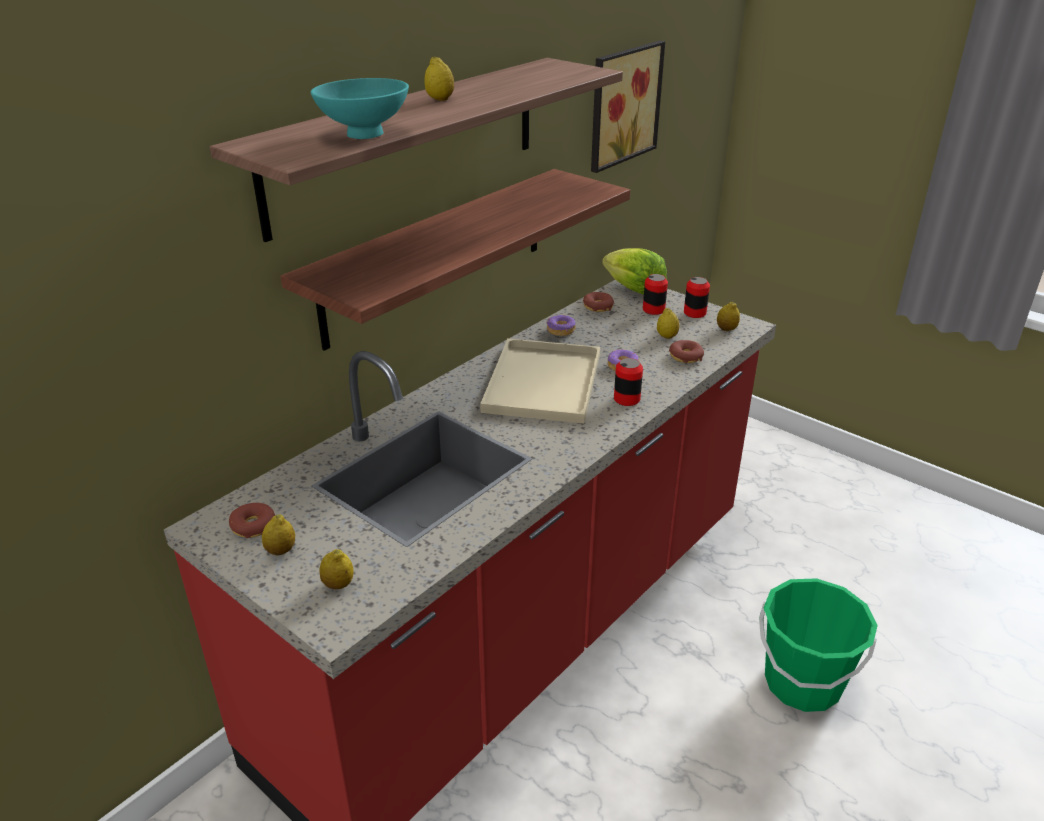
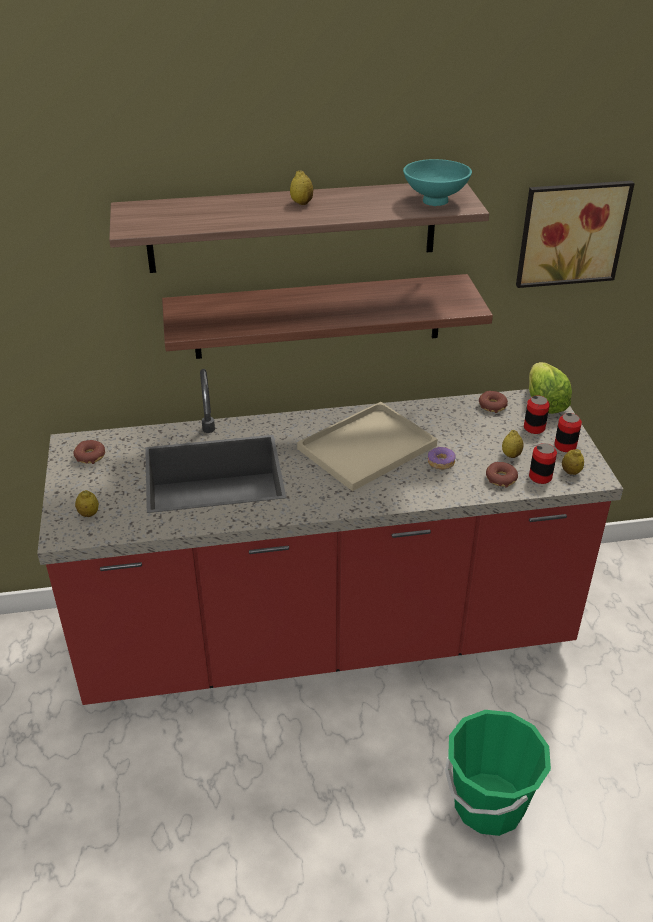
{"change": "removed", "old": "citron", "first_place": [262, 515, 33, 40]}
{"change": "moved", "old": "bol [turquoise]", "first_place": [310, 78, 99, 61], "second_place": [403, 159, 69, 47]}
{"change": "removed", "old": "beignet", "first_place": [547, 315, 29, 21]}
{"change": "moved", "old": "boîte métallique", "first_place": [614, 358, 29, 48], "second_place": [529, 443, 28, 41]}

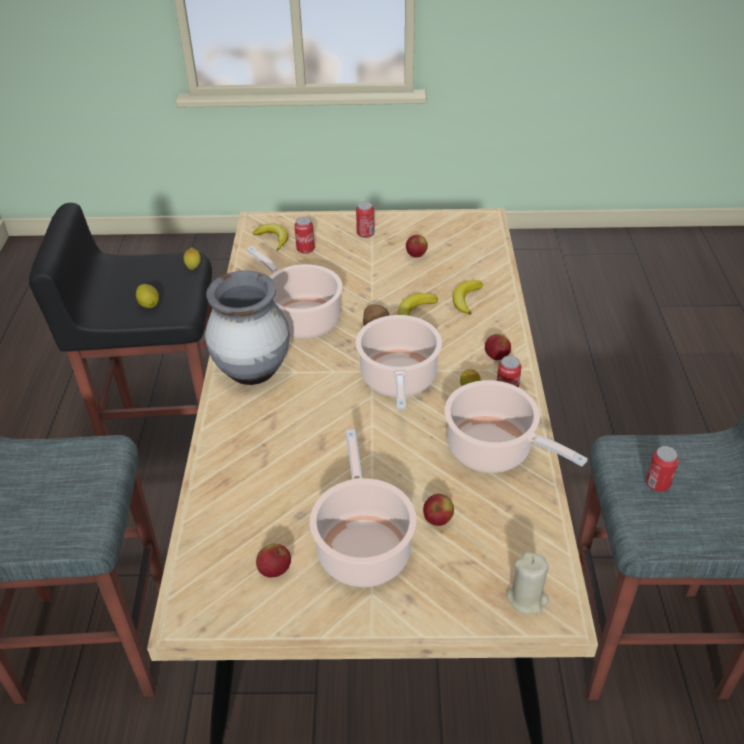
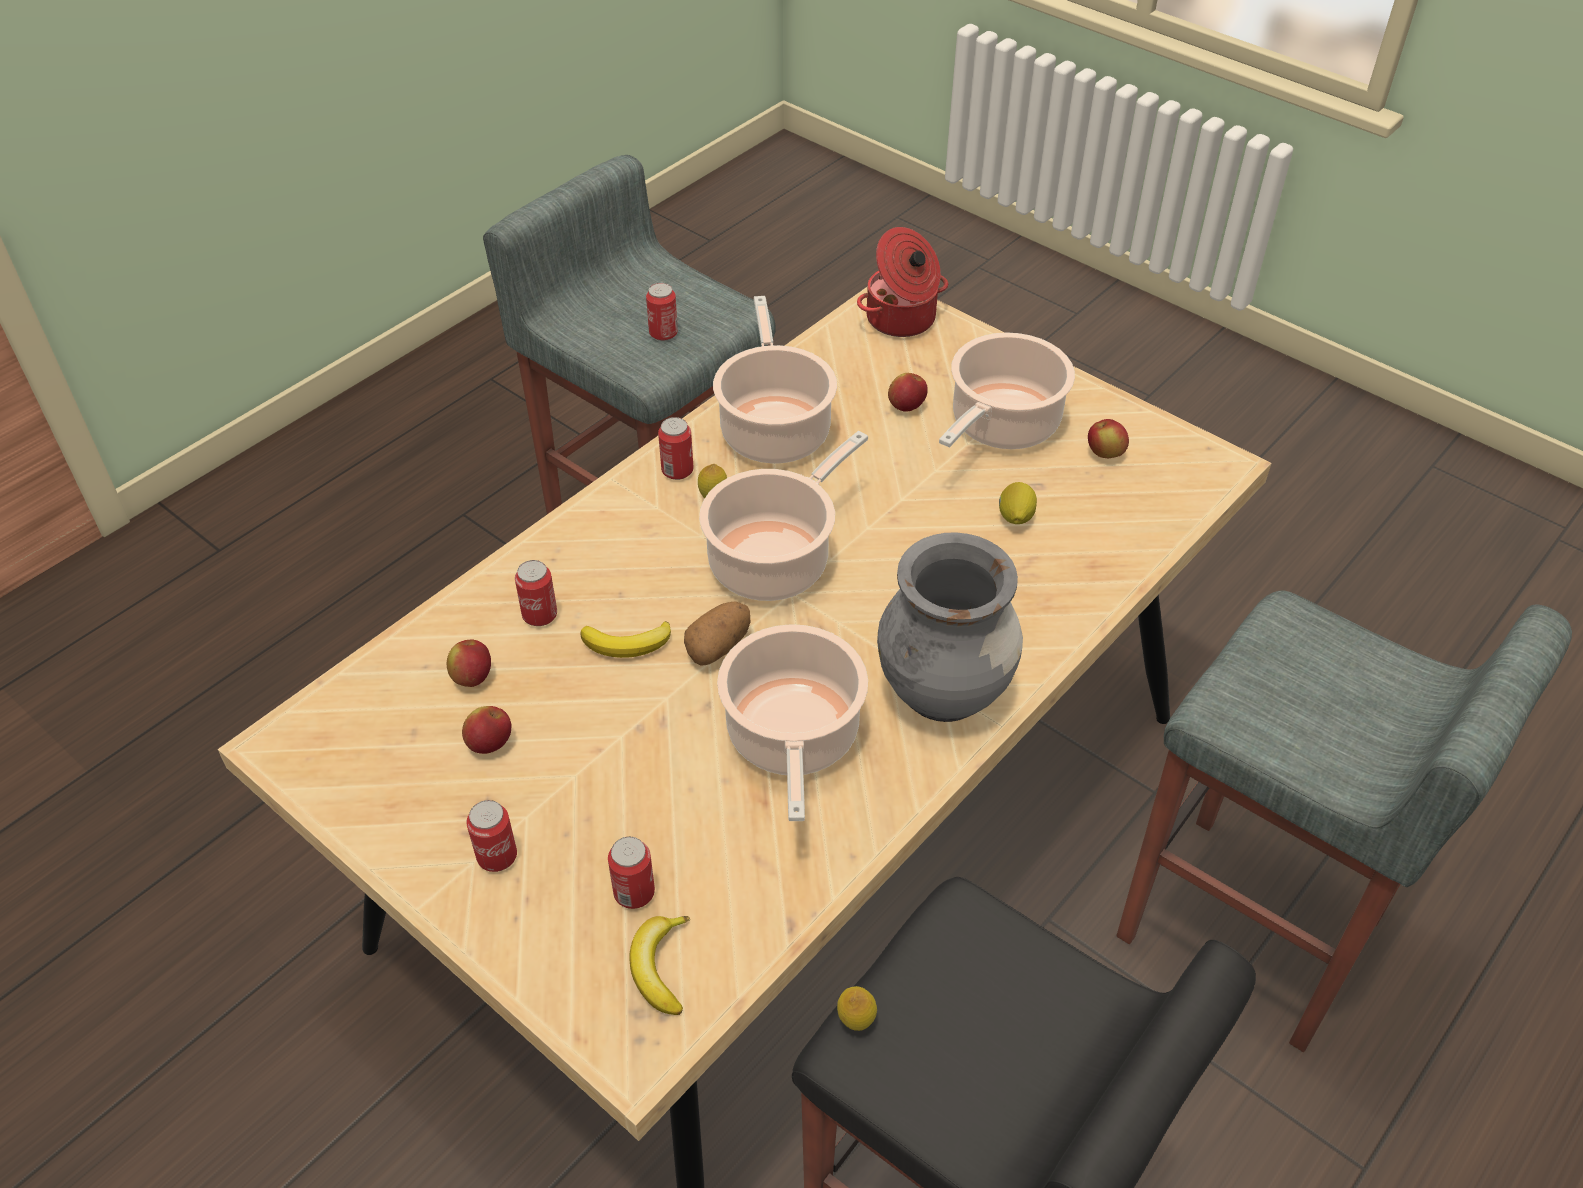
{"change": "moved", "old": "citron", "first_place": [136, 284, 23, 24], "second_place": [999, 482, 38, 42]}
{"change": "replaced", "old": "banane", "new": "boîte métallique", "first_place": [453, 280, 30, 35], "second_place": [515, 560, 42, 66]}
{"change": "moved", "old": "pomme", "first_place": [485, 334, 26, 26], "second_place": [447, 640, 44, 47]}
{"change": "replaced", "old": "bougie [beige]", "new": "marmite", "first_place": [506, 552, 43, 62], "second_place": [857, 227, 91, 110]}

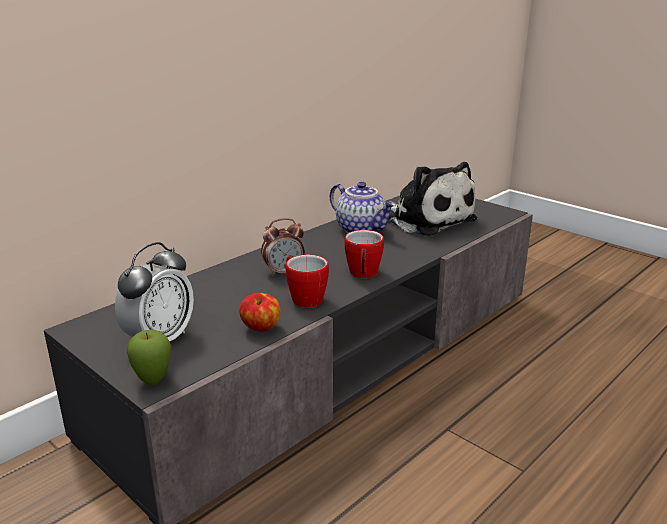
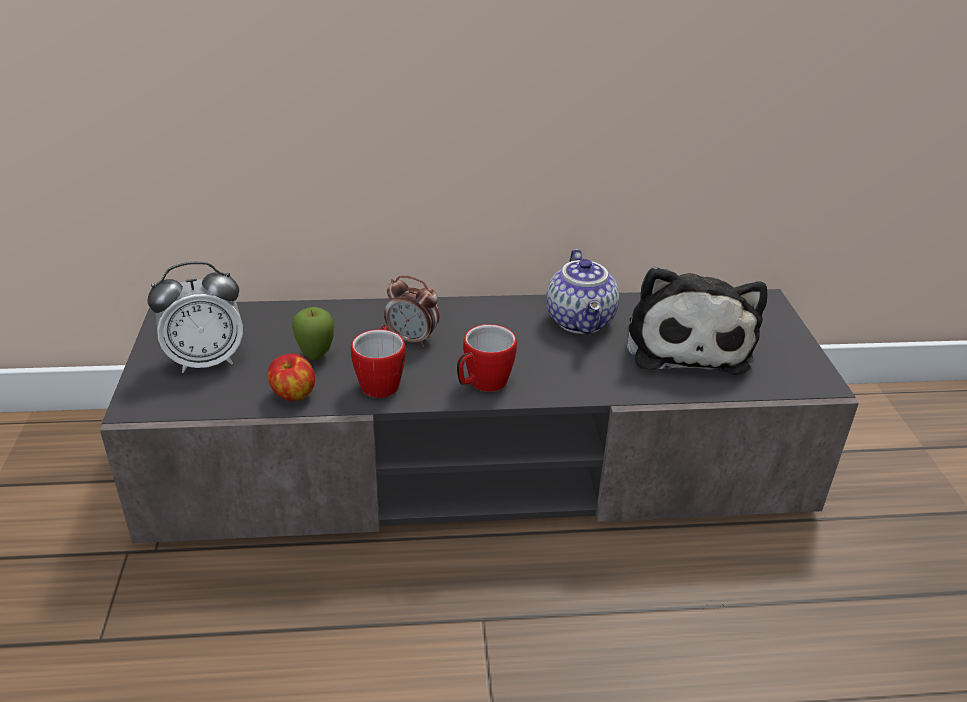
{"change": "moved", "old": "pomme", "first_place": [126, 330, 45, 56], "second_place": [292, 307, 42, 53]}

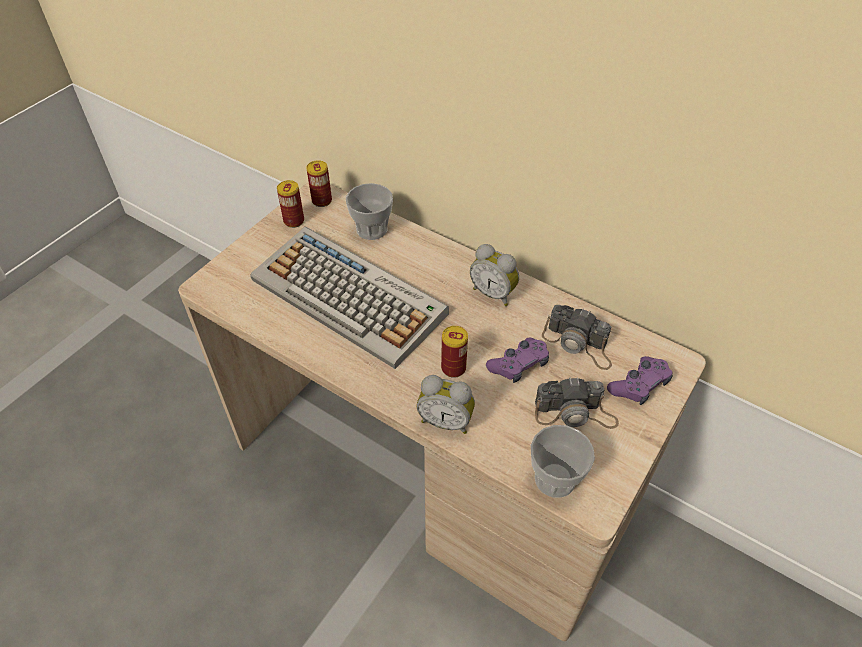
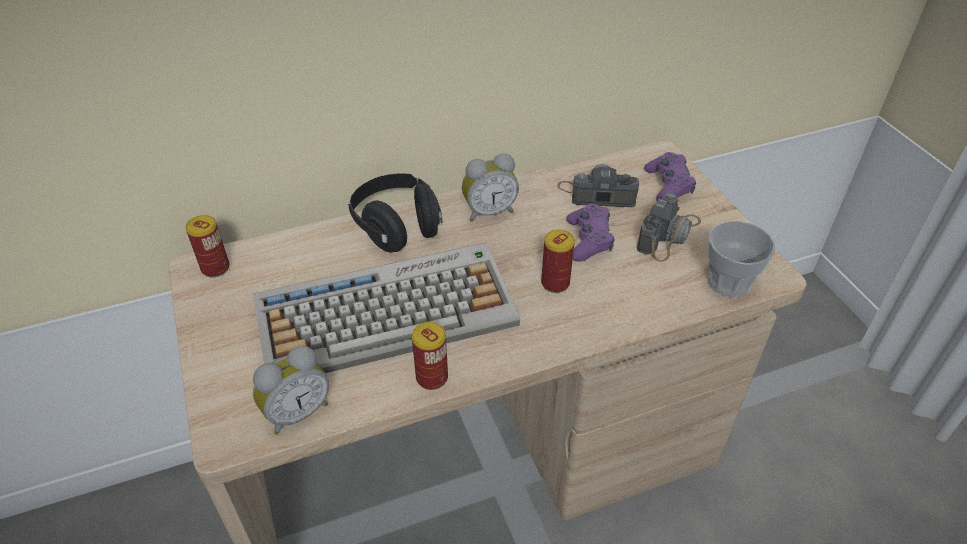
{"change": "moved", "old": "boîte métallique", "first_place": [277, 180, 27, 48], "second_place": [412, 322, 36, 68]}
{"change": "removed", "old": "tasse", "first_place": [346, 183, 47, 57]}
{"change": "moved", "old": "réveil", "first_place": [417, 375, 58, 59], "second_place": [253, 346, 76, 89]}
{"change": "turned", "old": "appareil photo", "first_place": [542, 305, 70, 65], "second_place": [557, 164, 82, 43], "degrees": -150}
{"change": "added", "new": "casque audio [noir]", "second_place": [348, 173, 94, 79]}

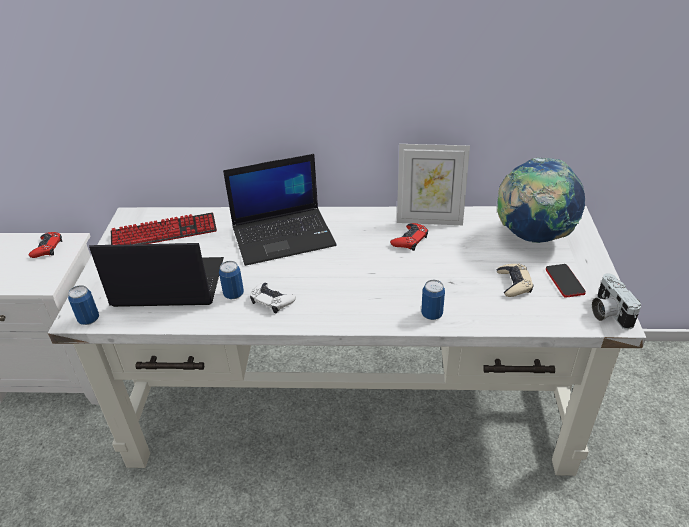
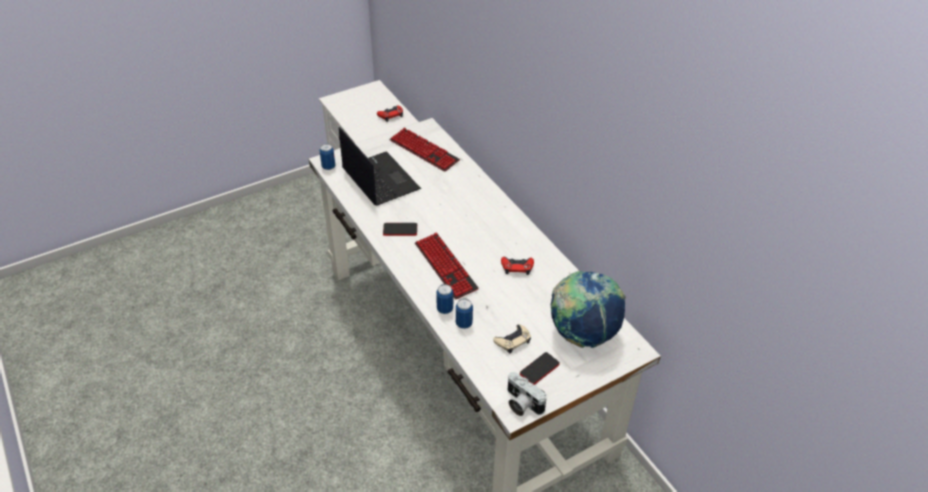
{"change": "moved", "old": "boîte métallique", "first_place": [219, 261, 25, 38], "second_place": [456, 298, 17, 31]}
{"change": "removed", "old": "ordinateur portable", "first_place": [223, 154, 113, 112]}
{"change": "replaced", "old": "manette [blanc]", "new": "téléphone", "first_place": [250, 283, 46, 30], "second_place": [383, 223, 34, 13]}
{"change": "removed", "old": "cadre photo", "first_place": [397, 144, 73, 81]}
{"change": "turned", "old": "appareil photo", "first_place": [592, 273, 49, 57], "second_place": [508, 372, 39, 44], "degrees": -90}
{"change": "added", "new": "clavier", "second_place": [415, 233, 64, 67]}

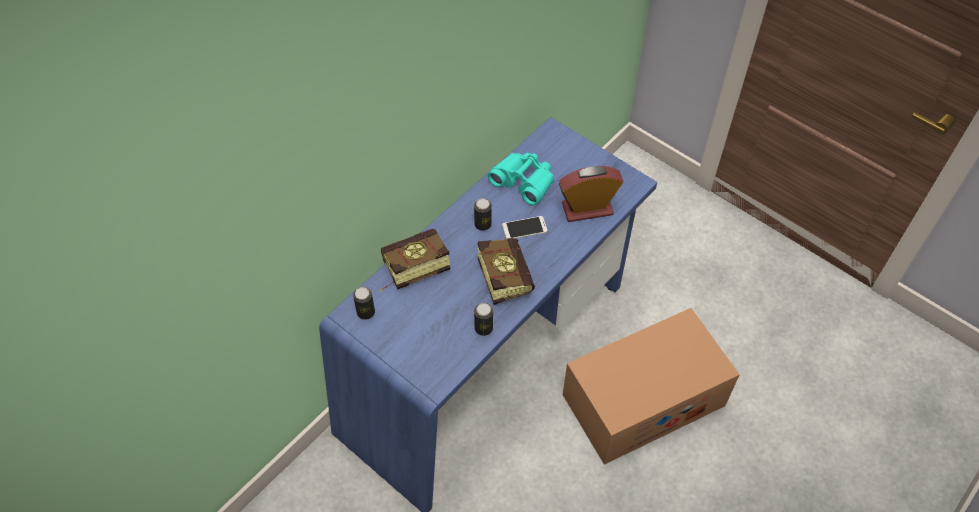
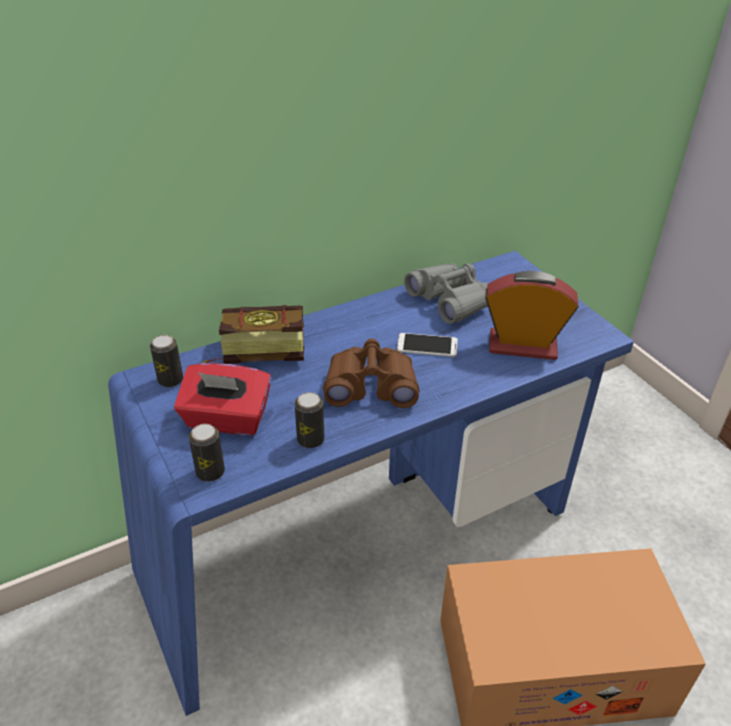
{"change": "moved", "old": "boîte métallique", "first_place": [474, 198, 18, 33], "second_place": [189, 424, 36, 58]}
{"change": "replaced", "old": "livre", "new": "jumelles [marron]", "first_place": [478, 238, 57, 67], "second_place": [323, 338, 96, 70]}
{"change": "recoloured", "old": "jumelles [turquoise]", "new": "jumelles [gris]", "first_place": [488, 153, 66, 52], "second_place": [404, 263, 84, 61]}
{"change": "added", "new": "boîte à mouchoirs [rouge]", "second_place": [174, 363, 97, 72]}

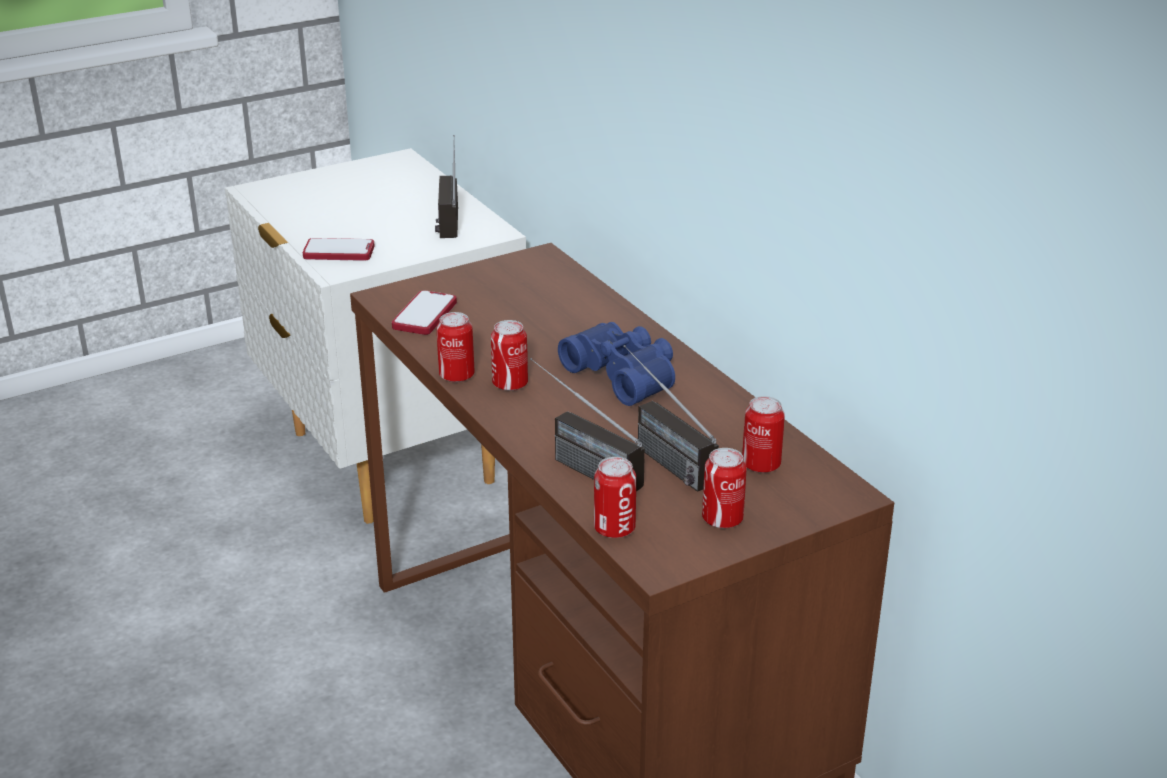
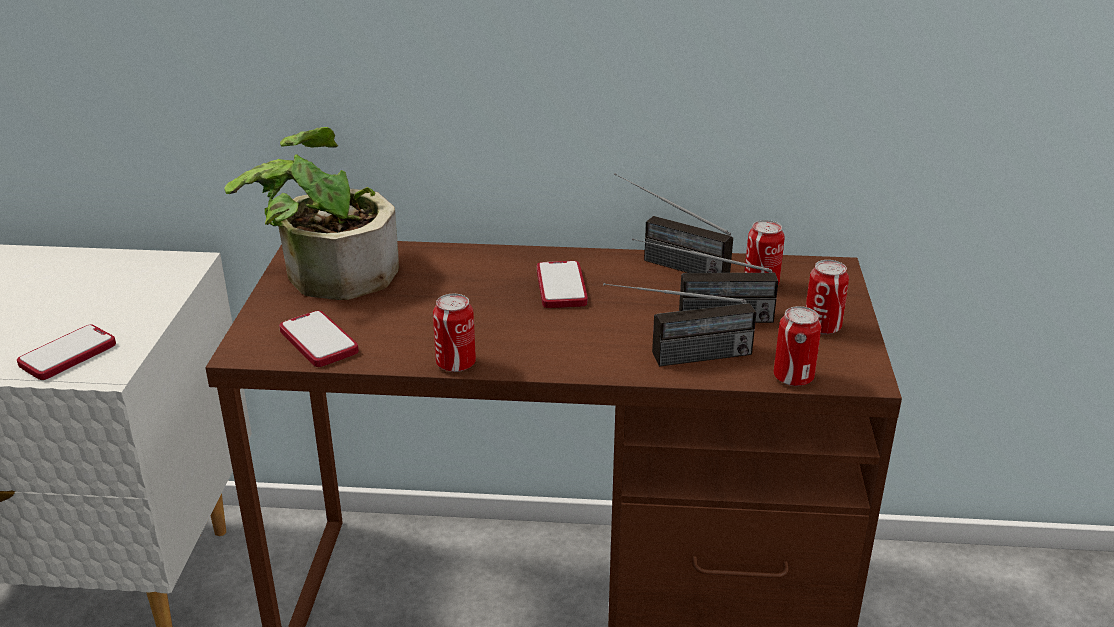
{"change": "moved", "old": "radio", "first_place": [435, 135, 23, 103], "second_place": [614, 173, 119, 100]}
{"change": "removed", "old": "boîte métallique", "first_place": [491, 320, 37, 71]}
{"change": "replaced", "old": "jumelles [bleu]", "new": "téléphone", "first_place": [558, 322, 117, 84], "second_place": [537, 261, 51, 47]}
{"change": "added", "new": "plante en pot", "second_place": [224, 127, 175, 173]}

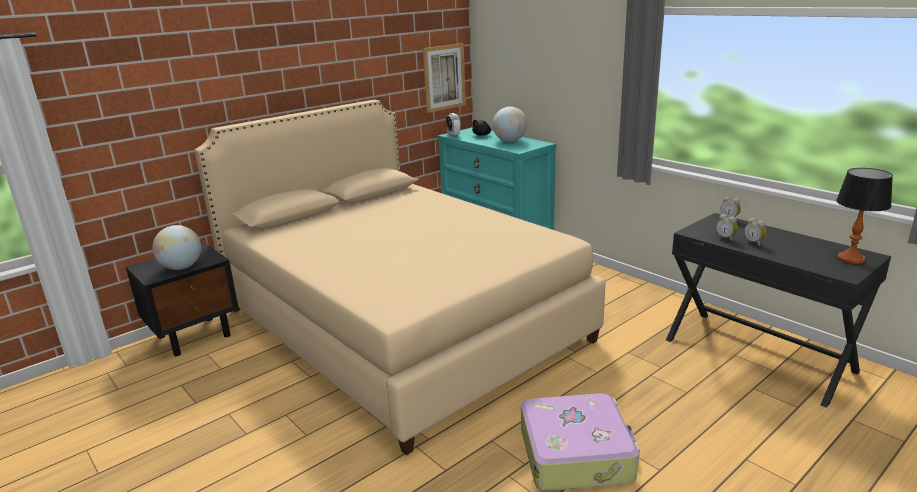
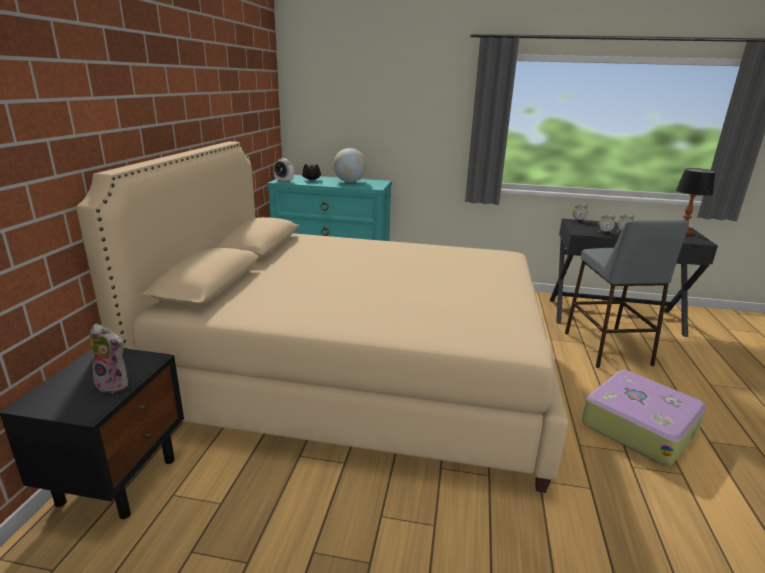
{"change": "replaced", "old": "globe", "new": "peluche", "first_place": [152, 225, 49, 45], "second_place": [90, 323, 39, 70]}
{"change": "removed", "old": "tableau", "first_place": [423, 43, 43, 70]}
{"change": "added", "new": "tabouret [gris]", "second_place": [565, 220, 124, 148]}

